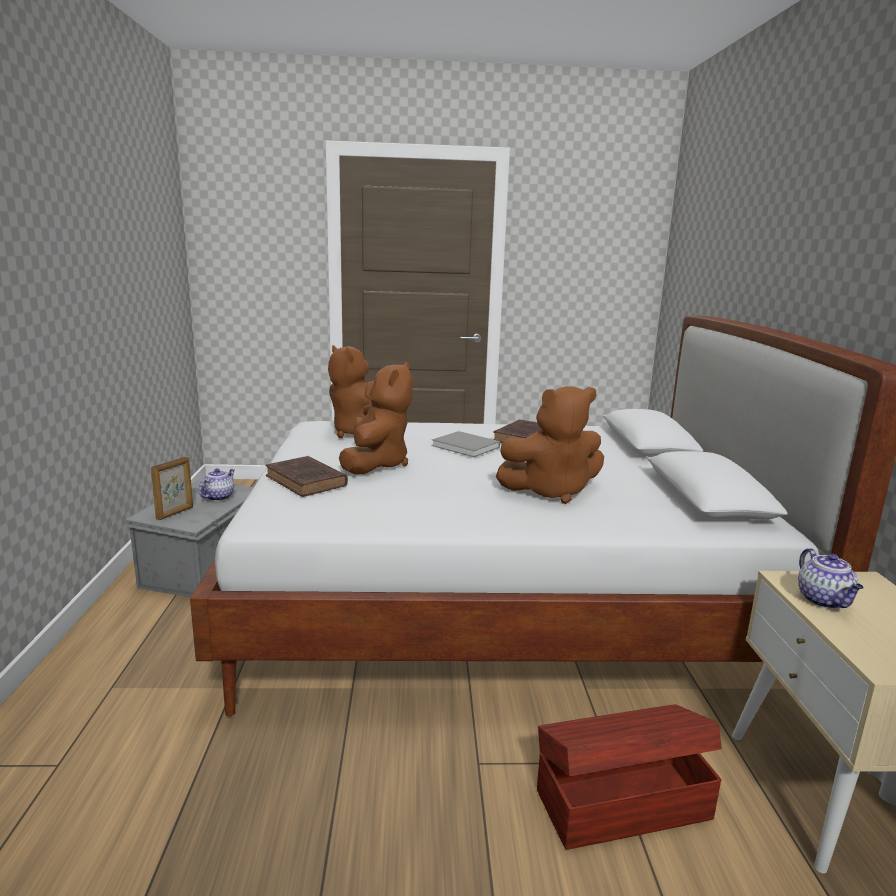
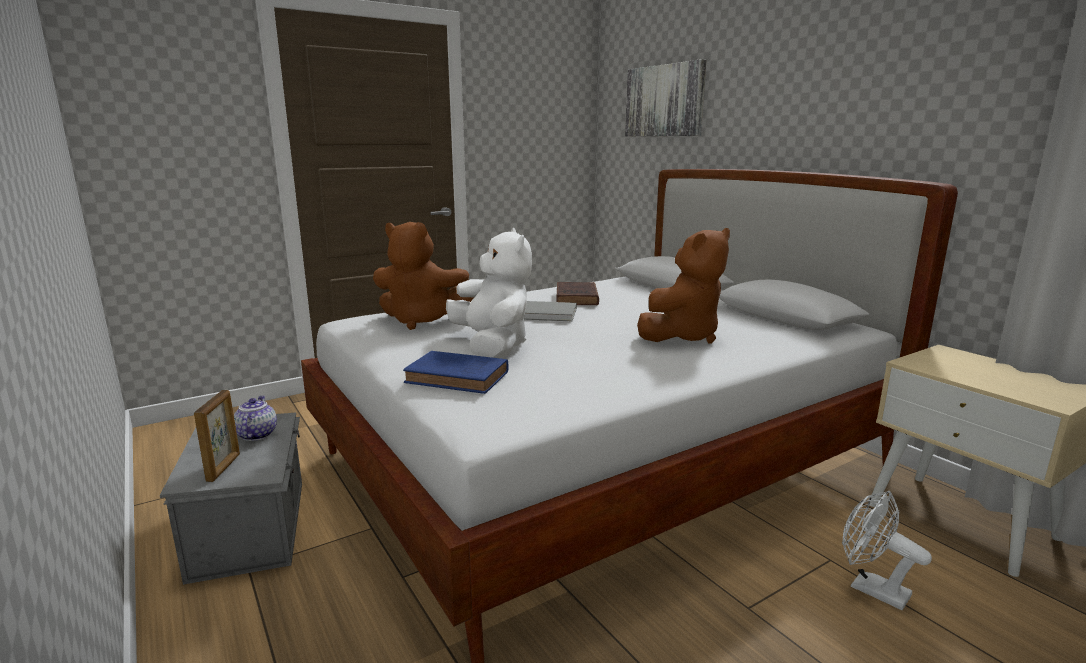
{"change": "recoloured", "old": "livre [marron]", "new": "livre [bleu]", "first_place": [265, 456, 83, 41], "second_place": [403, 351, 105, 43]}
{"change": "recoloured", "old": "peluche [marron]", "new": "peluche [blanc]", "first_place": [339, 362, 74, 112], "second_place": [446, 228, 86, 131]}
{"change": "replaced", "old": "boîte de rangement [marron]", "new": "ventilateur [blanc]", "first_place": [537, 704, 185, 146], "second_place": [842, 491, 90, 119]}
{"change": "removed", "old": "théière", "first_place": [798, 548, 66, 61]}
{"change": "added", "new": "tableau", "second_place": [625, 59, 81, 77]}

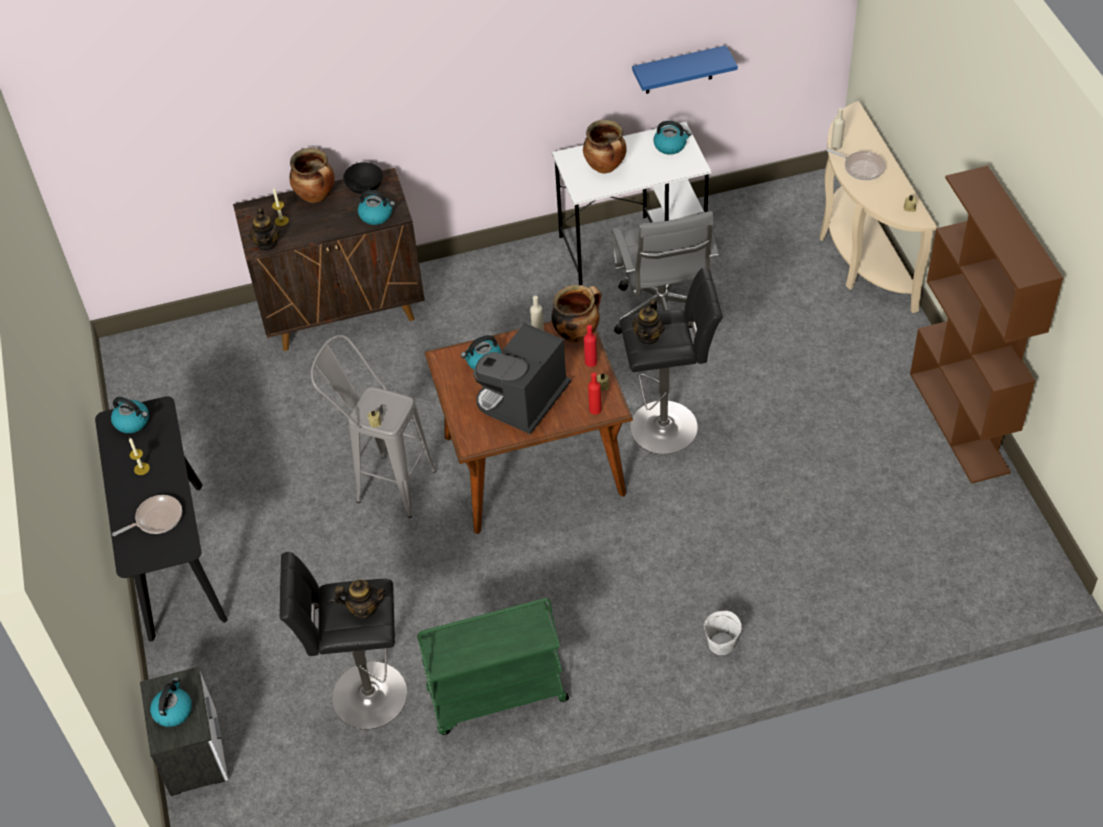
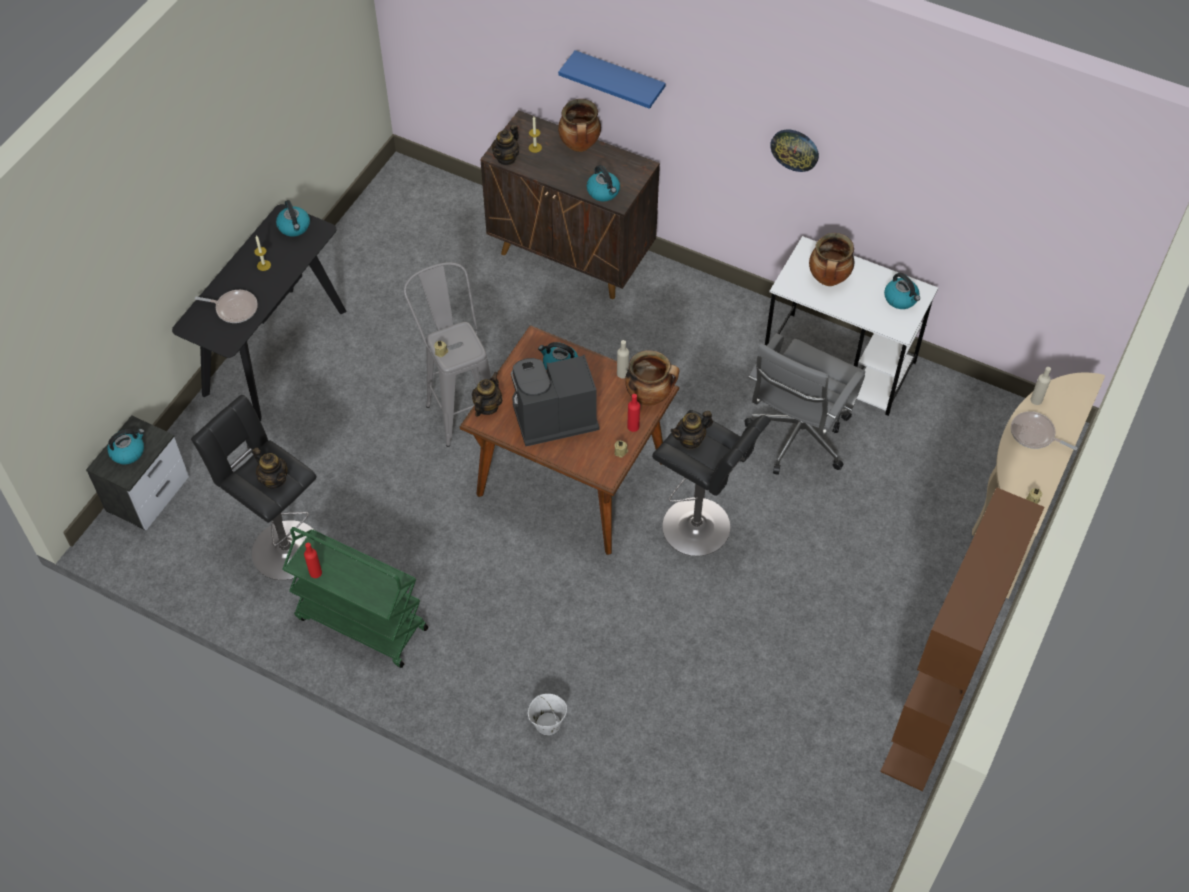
{"change": "removed", "old": "bol [noir]", "first_place": [343, 162, 40, 32]}
{"change": "moved", "old": "bouteille [rouge]", "first_place": [588, 373, 13, 42], "second_place": [304, 543, 18, 35]}
{"change": "moved", "old": "étagère [bleu]", "first_place": [632, 45, 106, 49], "second_place": [558, 50, 108, 59]}
{"change": "turned", "old": "poêle", "first_place": [827, 149, 59, 31], "second_place": [1011, 411, 66, 39], "degrees": 135}
{"change": "added", "new": "théière", "second_place": [472, 372, 30, 45]}
{"change": "added", "new": "horloge murale", "second_place": [770, 130, 49, 42]}

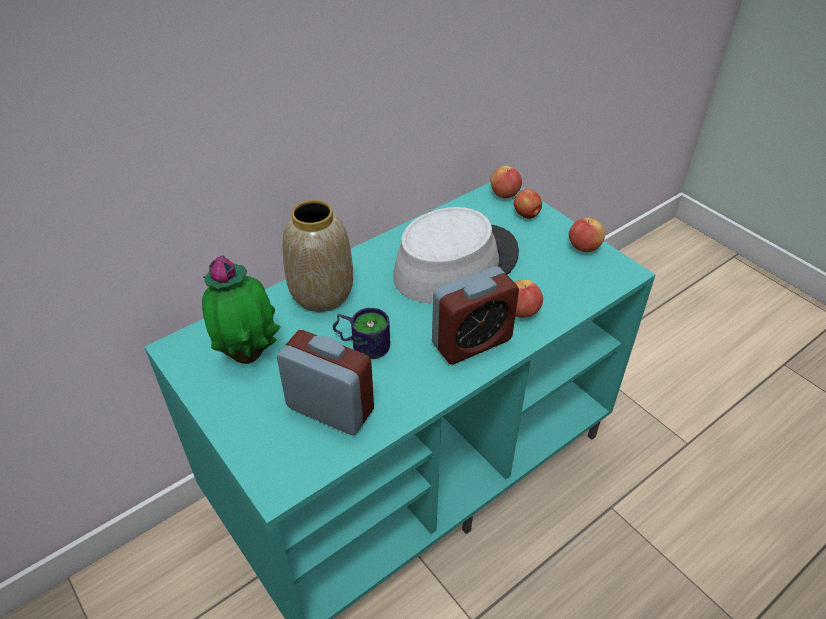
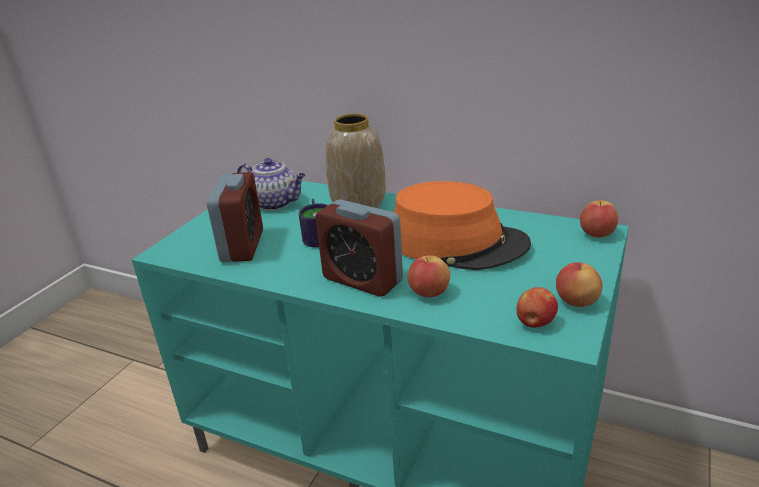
{"change": "replaced", "old": "plante en pot", "new": "théière", "first_place": [202, 255, 79, 109], "second_place": [237, 158, 69, 52]}
{"change": "recoloured", "old": "chapeau [gris]", "new": "chapeau [orange]", "first_place": [393, 207, 126, 97], "second_place": [394, 181, 137, 89]}
{"change": "moved", "old": "pomme", "first_place": [514, 189, 28, 30], "second_place": [516, 287, 42, 41]}

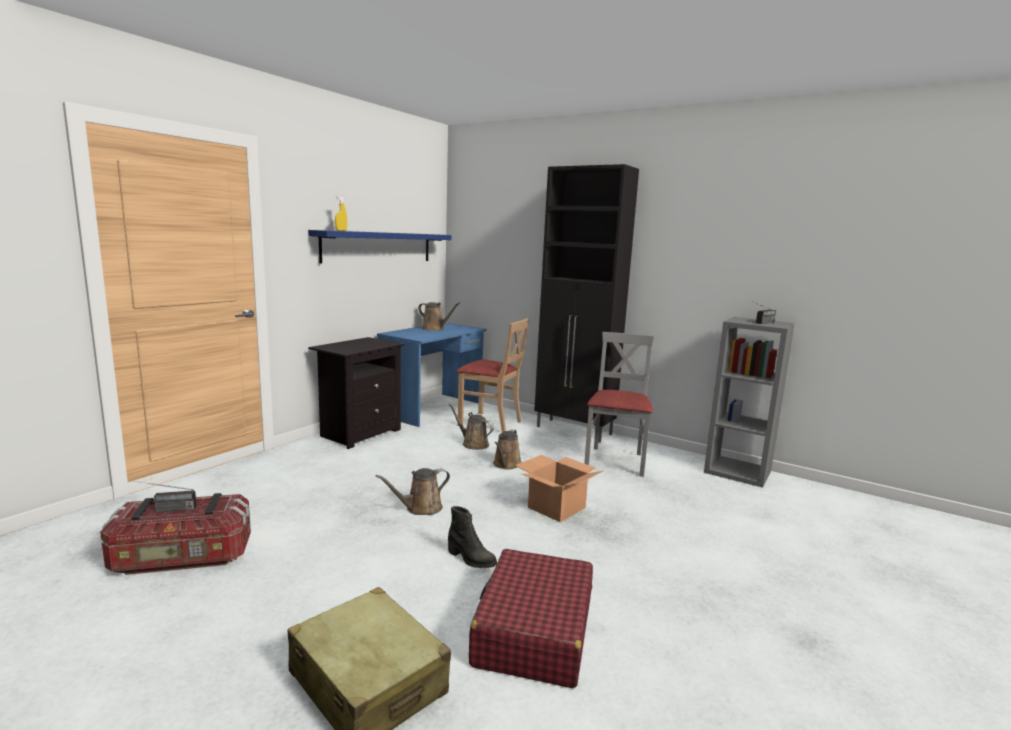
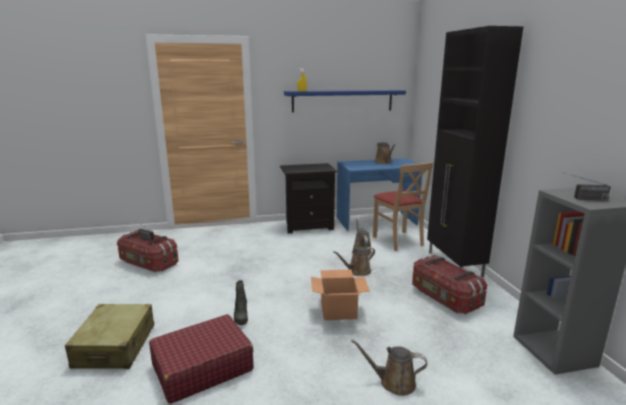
{"change": "moved", "old": "arrosoir [marron]", "first_place": [376, 468, 74, 47], "second_place": [351, 339, 76, 57]}
{"change": "replaced", "old": "chaise [gris]", "new": "boîte de rangement", "first_place": [584, 332, 70, 145], "second_place": [412, 255, 75, 59]}

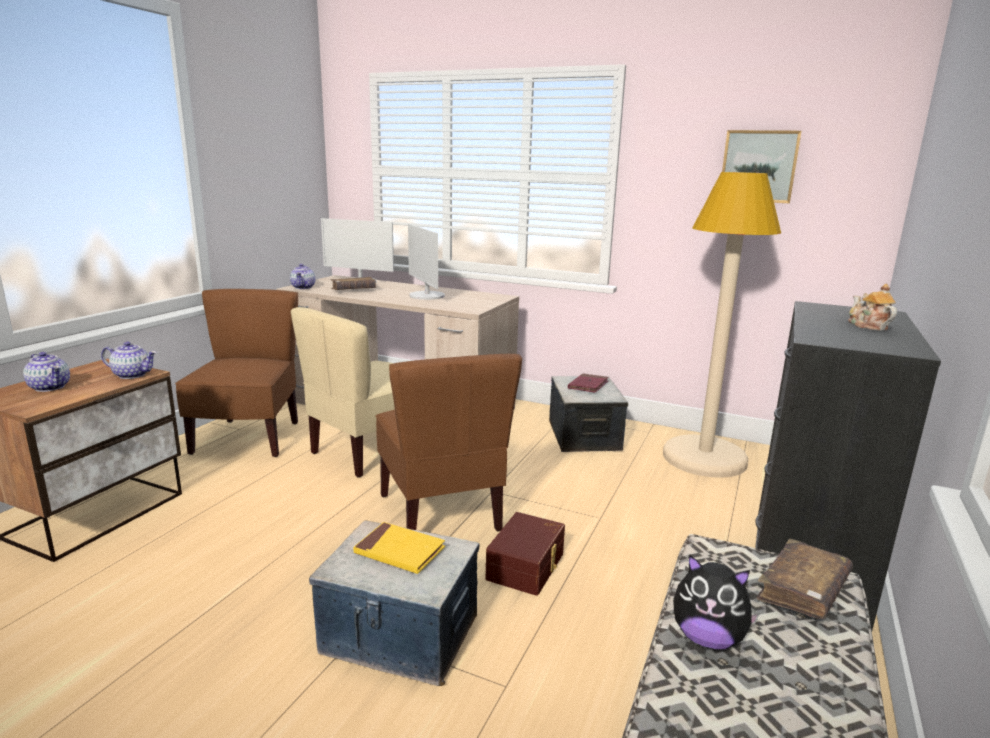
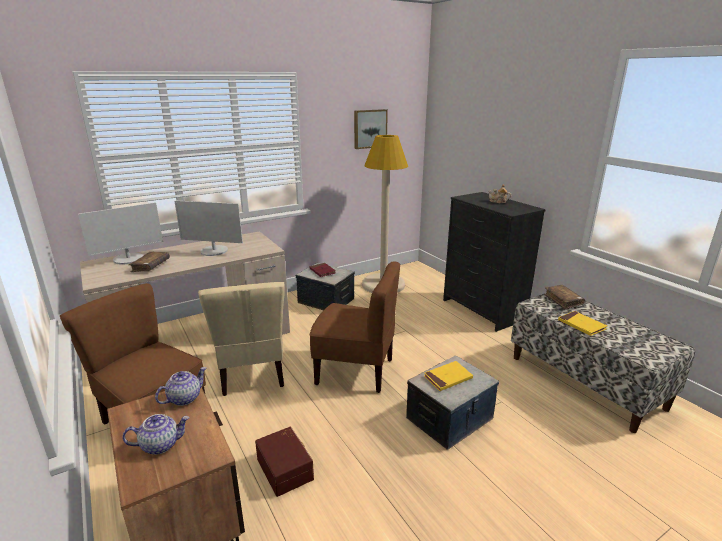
{"change": "removed", "old": "théière", "first_place": [290, 264, 25, 25]}
{"change": "moved", "old": "boîte de rangement [marron]", "first_place": [486, 512, 79, 84], "second_place": [255, 427, 59, 70]}
{"change": "replaced", "old": "peluche", "new": "livre [jaune]", "first_place": [673, 554, 87, 95], "second_place": [558, 311, 49, 25]}

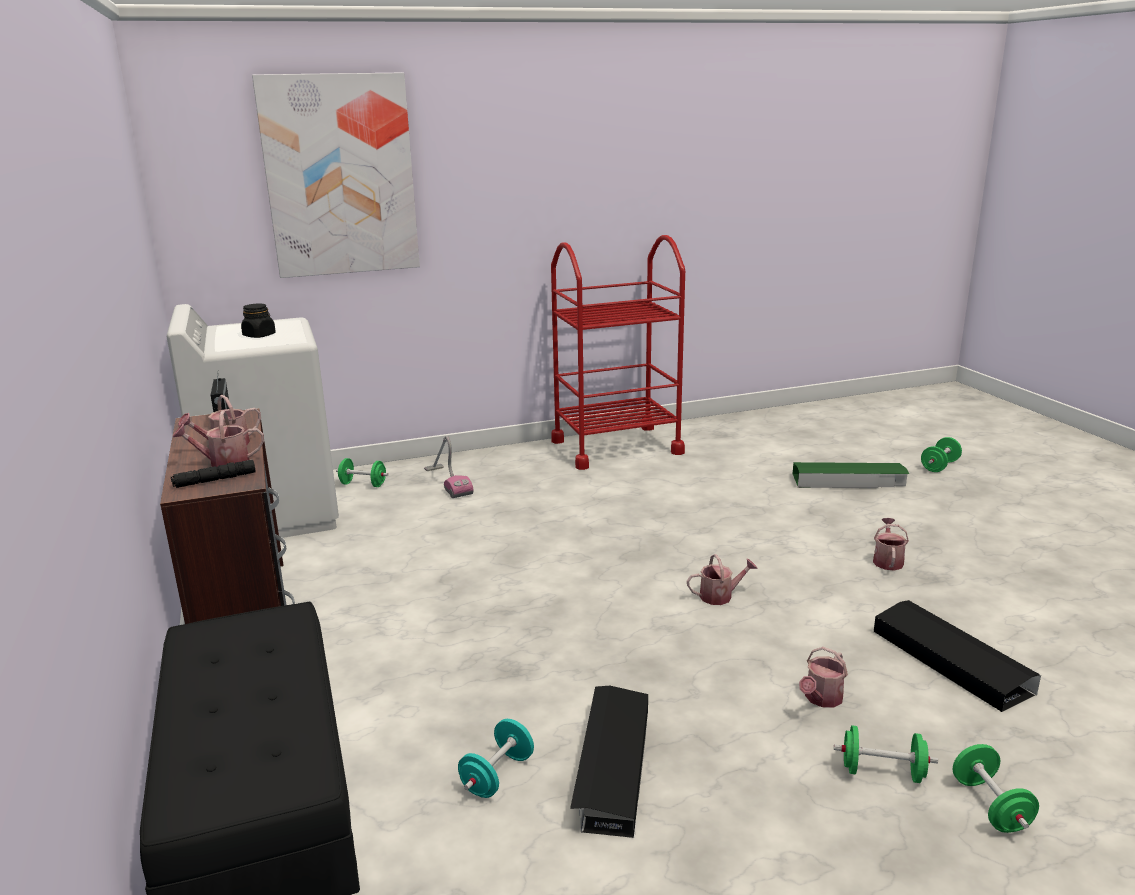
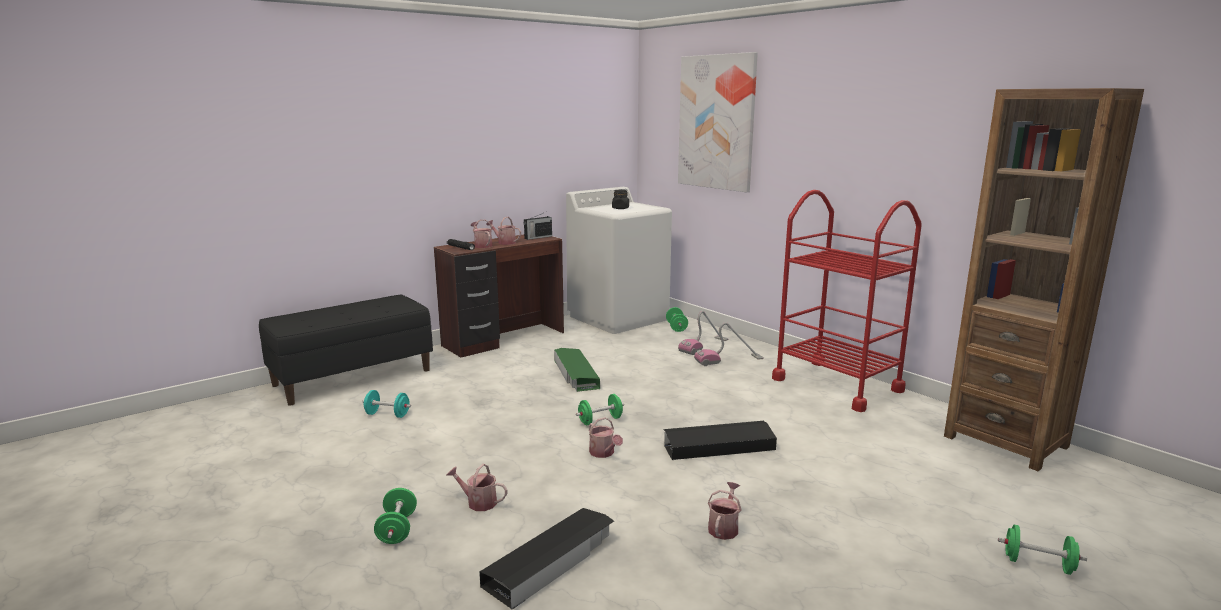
{"change": "moved", "old": "boîte de rangement [noir]", "first_place": [570, 686, 78, 152], "second_place": [663, 421, 114, 39]}
{"change": "moved", "old": "boîte de rangement [vert]", "first_place": [793, 462, 116, 26], "second_place": [554, 348, 46, 44]}
{"change": "turned", "old": "arrosoir", "first_place": [873, 518, 36, 53], "second_place": [708, 482, 33, 58], "degrees": -60}
{"change": "moved", "old": "haltère [vert]", "first_place": [953, 744, 86, 89], "second_place": [576, 394, 48, 32]}
{"change": "added", "new": "aspirateur", "second_place": [694, 322, 70, 44]}
{"change": "added", "new": "bibliothèque [marron]", "second_place": [944, 88, 200, 383]}

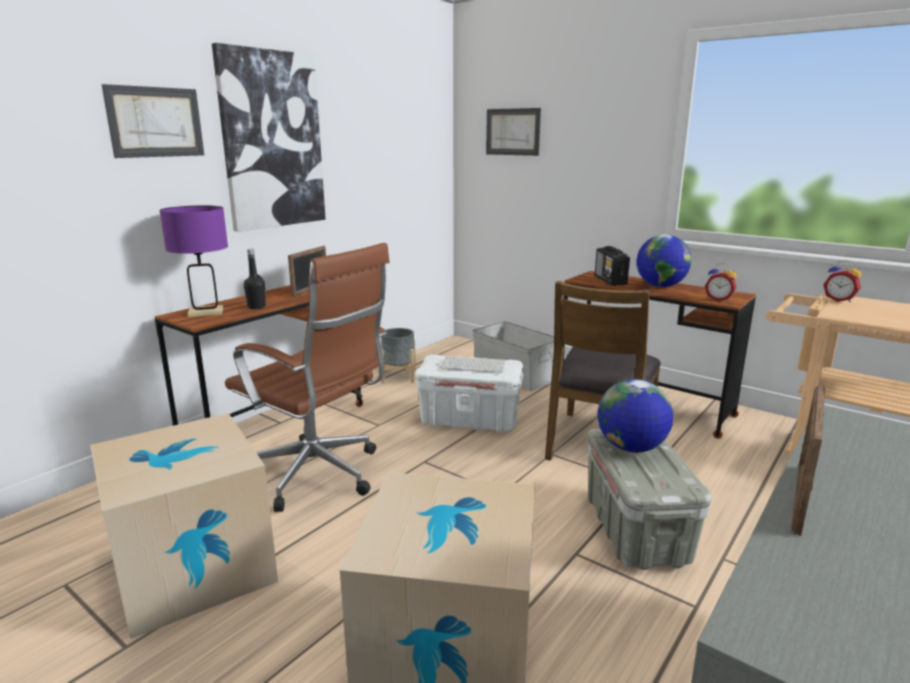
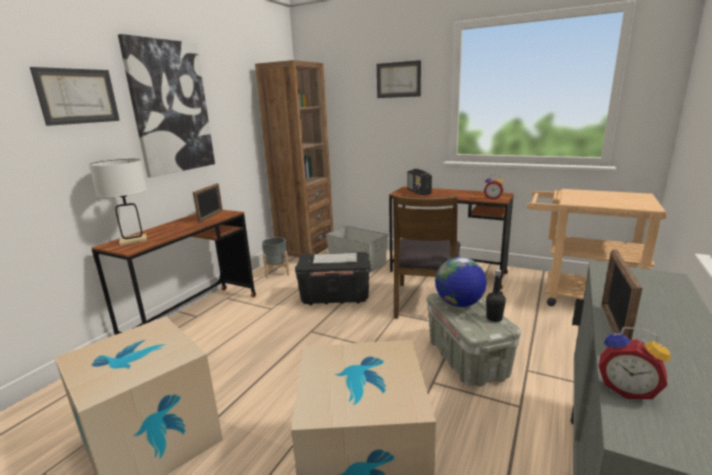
{"change": "recoloured", "old": "lampe de table [violet]", "new": "lampe de table [blanc]", "first_place": [159, 205, 69, 112], "second_place": [89, 159, 58, 87]}
{"change": "removed", "old": "chaise de bureau [marron]", "first_place": [225, 243, 165, 269]}
{"change": "moved", "old": "bouteille [noir]", "first_place": [244, 249, 21, 60], "second_place": [486, 269, 20, 53]}
{"change": "recoloured", "old": "boîte de rangement [blanc]", "new": "boîte de rangement [noir]", "first_place": [415, 355, 109, 78], "second_place": [295, 252, 75, 53]}
{"change": "moved", "old": "tableau", "first_place": [486, 108, 55, 48], "second_place": [377, 60, 44, 38]}
{"change": "removed", "old": "globe", "first_place": [637, 235, 55, 52]}
{"change": "moved", "old": "réveil", "first_place": [823, 261, 39, 42], "second_place": [599, 327, 72, 72]}
{"change": "added", "new": "bibliothèque [marron]", "second_place": [255, 60, 79, 197]}

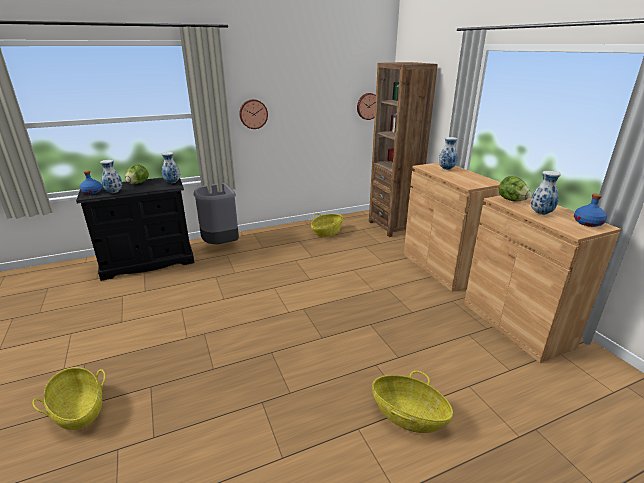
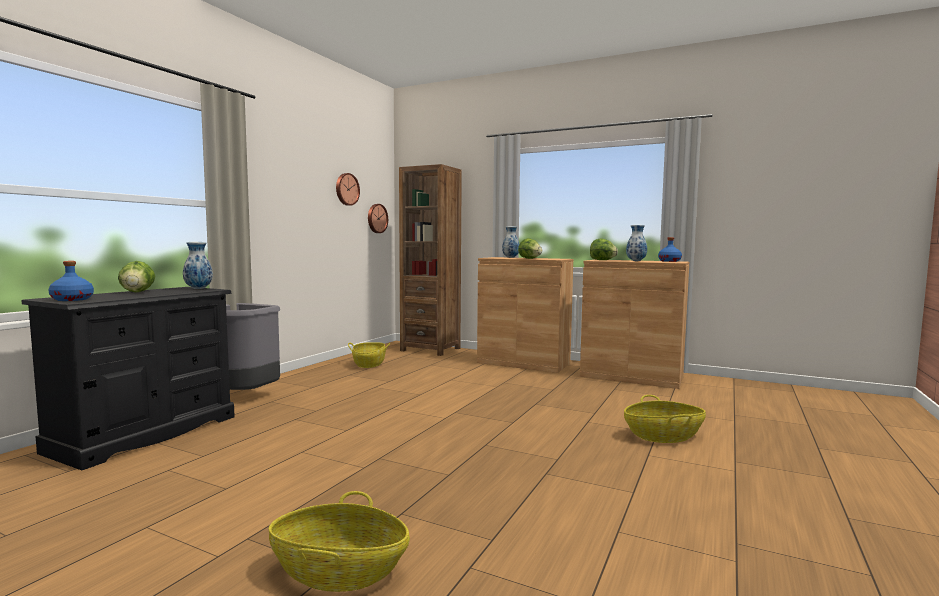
{"change": "removed", "old": "vase", "first_place": [100, 160, 22, 33]}
{"change": "moved", "old": "horloge murale", "first_place": [239, 99, 29, 30], "second_place": [336, 173, 24, 33]}
{"change": "added", "new": "laitue", "second_place": [518, 238, 24, 21]}

